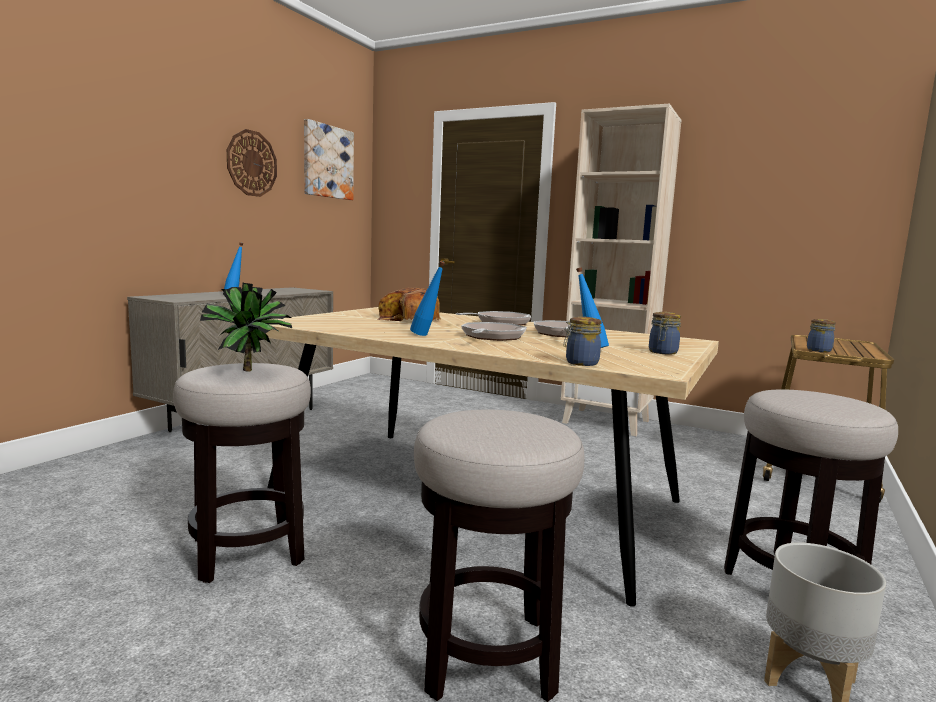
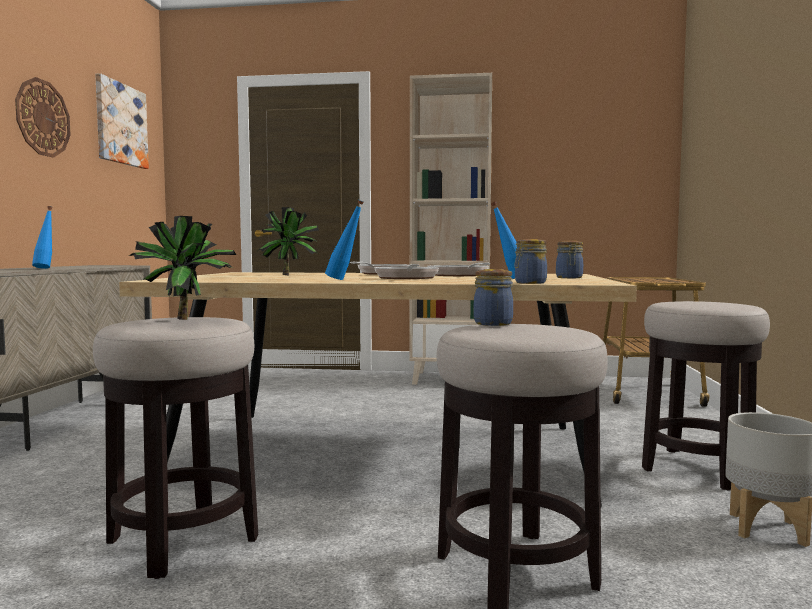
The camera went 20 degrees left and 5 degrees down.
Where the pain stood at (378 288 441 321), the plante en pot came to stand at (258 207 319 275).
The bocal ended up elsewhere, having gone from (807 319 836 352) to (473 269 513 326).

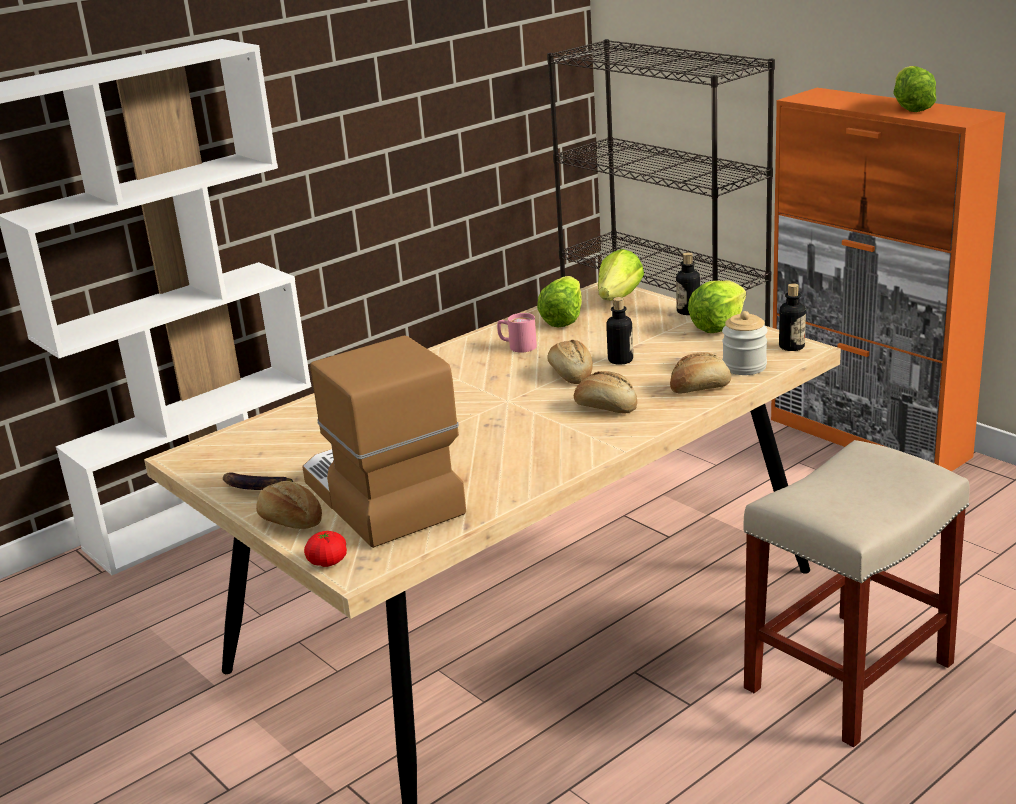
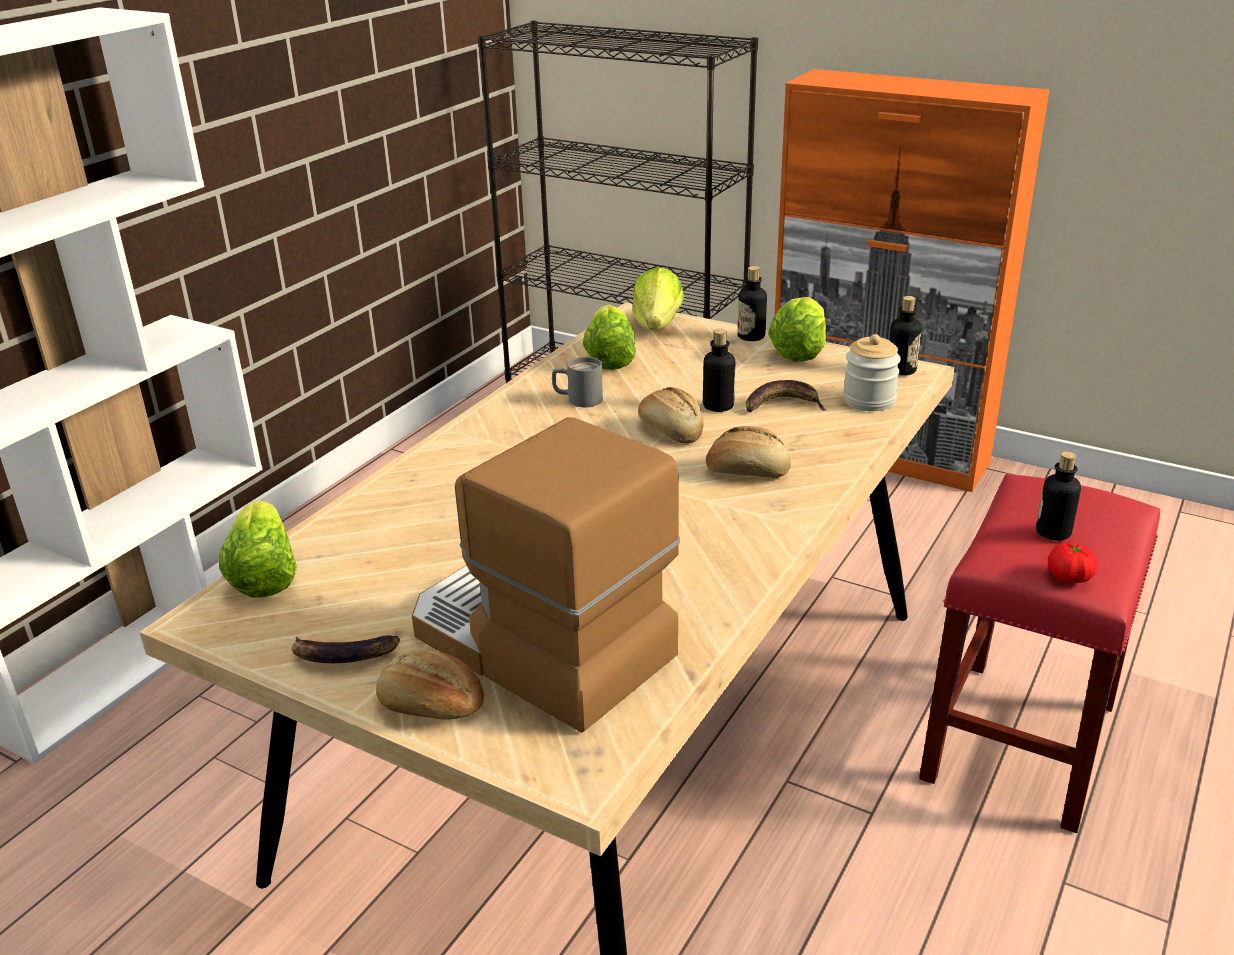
The camera went 20 degrees left and 5 degrees up.
The tomate ended up elsewhere, having gone from (304 531 347 567) to (1048 543 1097 583).
What was the mug/rose at (497 313 537 352) turned into the mug/gris at (552 357 603 407).
The second view lost the pain at (670 352 731 394).
What was the tabouret/beige at (743 440 970 747) turned into the tabouret/rouge at (919 474 1160 833).
The laitue ended up elsewhere, having gone from (893 66 936 112) to (219 500 297 598).
The second view gained the banane at (746 380 825 412).
The second view gained the bouteille at (1036 452 1081 541).

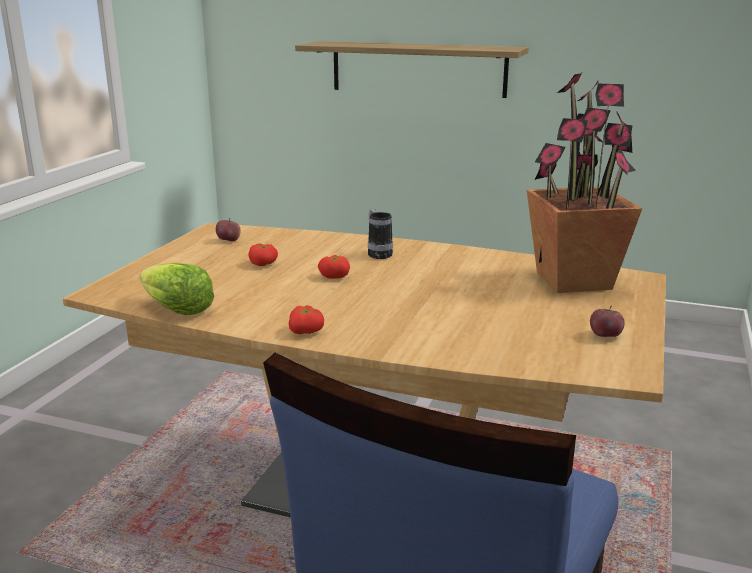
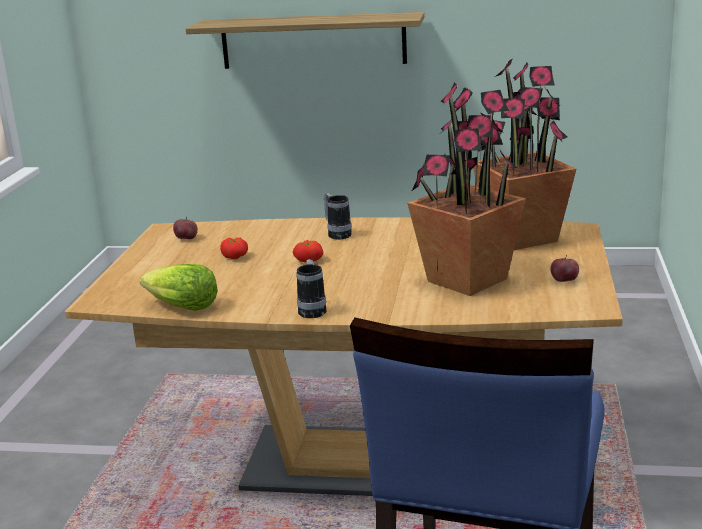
The camera went 10 degrees left and 0 degrees up.
Where the tomate stood at (289 305 324 334), the mug came to stand at (296 259 326 318).
The second view gained the plante en pot at (407 82 526 296).

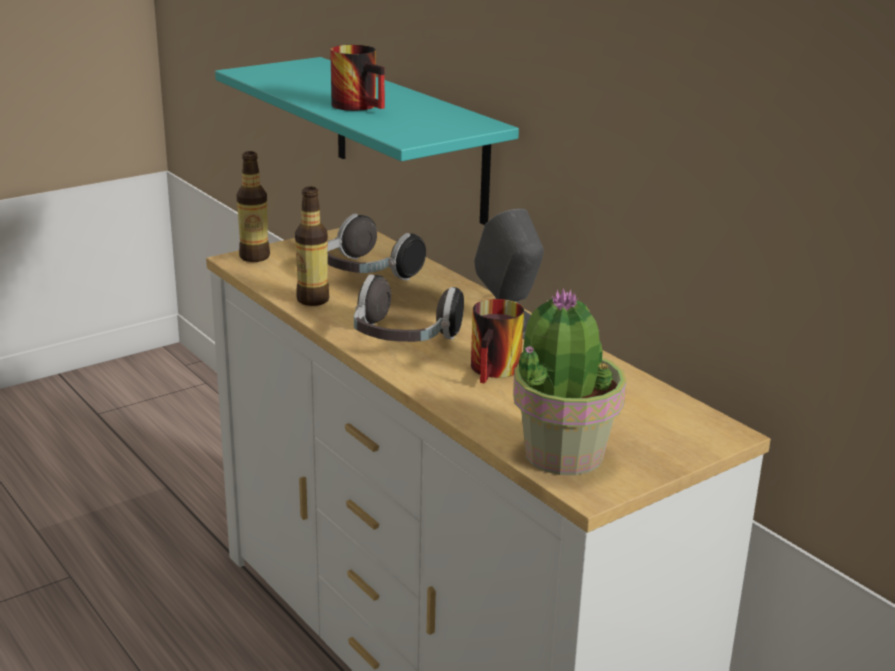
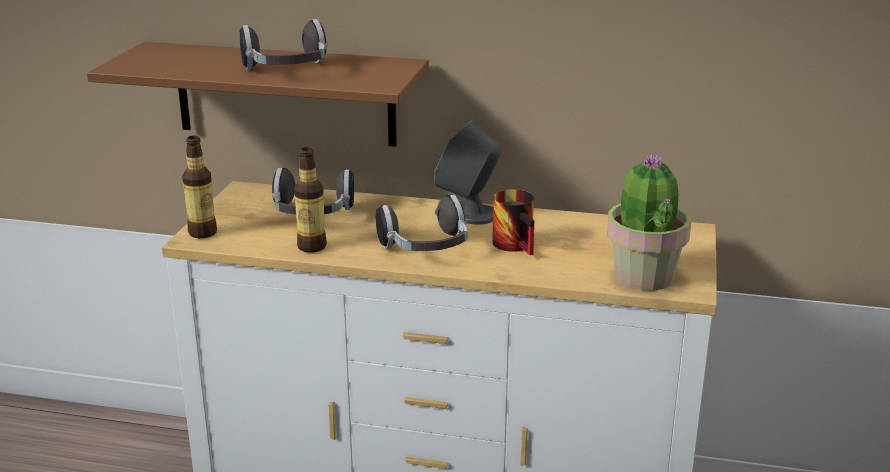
The camera went 40 degrees left and 0 degrees up.
What was the étagère/turquoise at (215 57 519 225) turned into the étagère/marron at (87 42 429 147).
Where the mug stood at (330 45 385 111), the casque audio came to stand at (239 19 327 70).

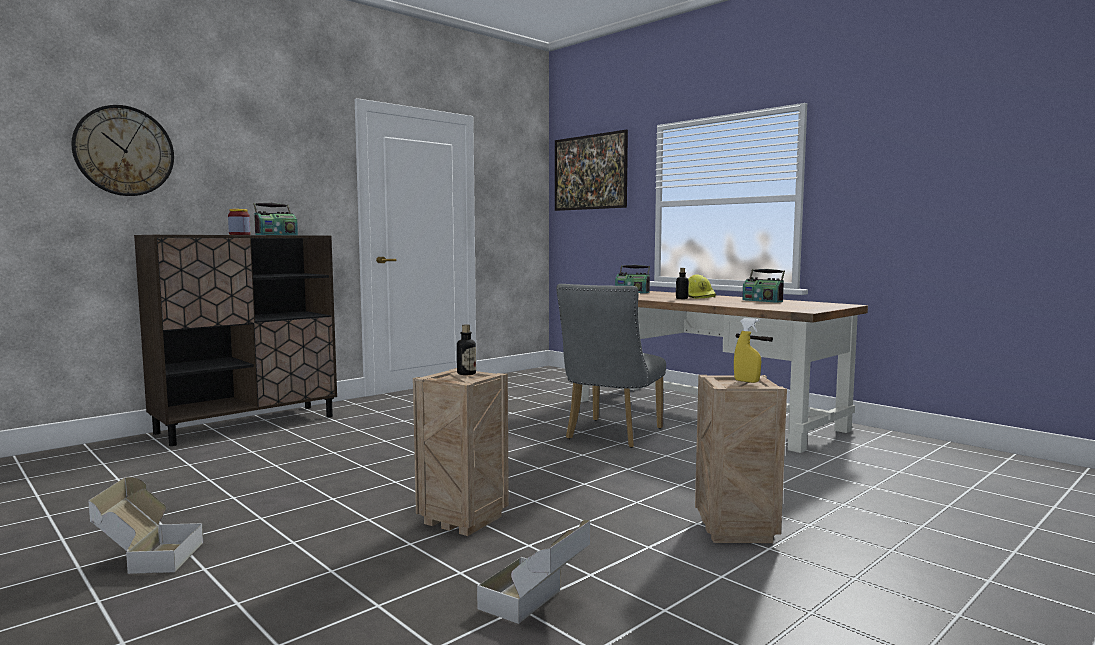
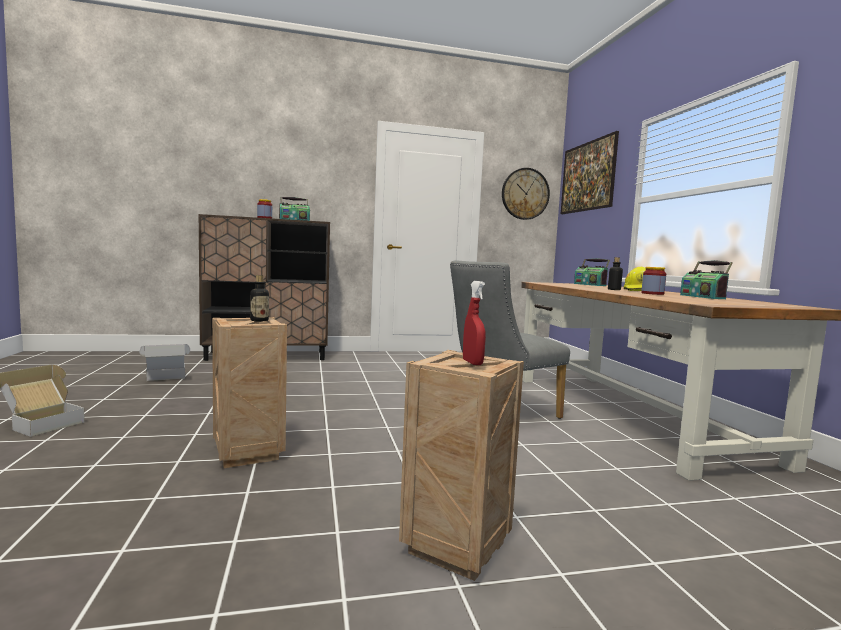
The camera went 30 degrees right and 0 degrees up.
The horloge murale ended up elsewhere, having gone from (71 105 174 196) to (502 168 550 220).
The carton ended up elsewhere, having gone from (477 520 590 624) to (139 344 190 381).
What was the vaporisateur/jaune at (734 318 761 383) turned into the vaporisateur/rouge at (463 281 486 365).
The second view gained the bocal at (641 267 666 295).

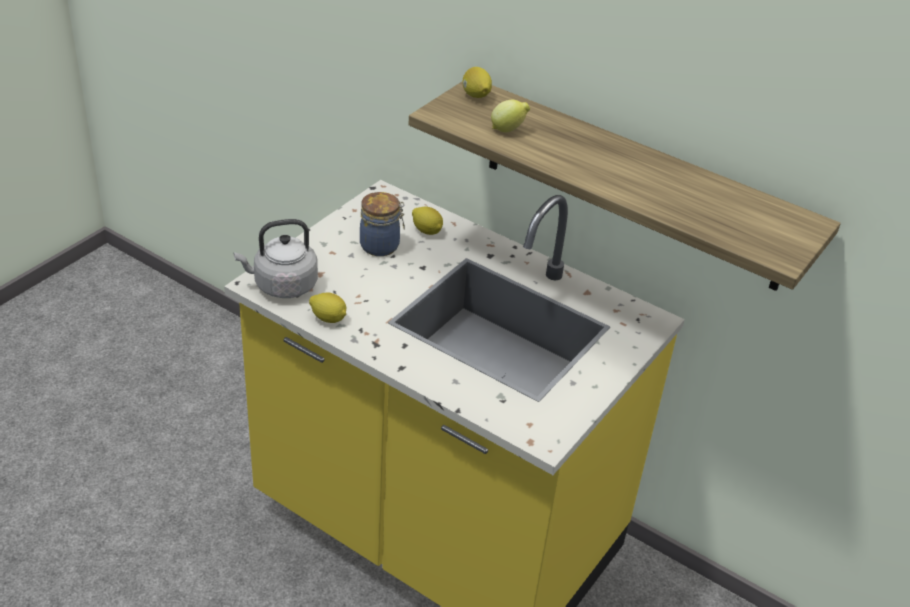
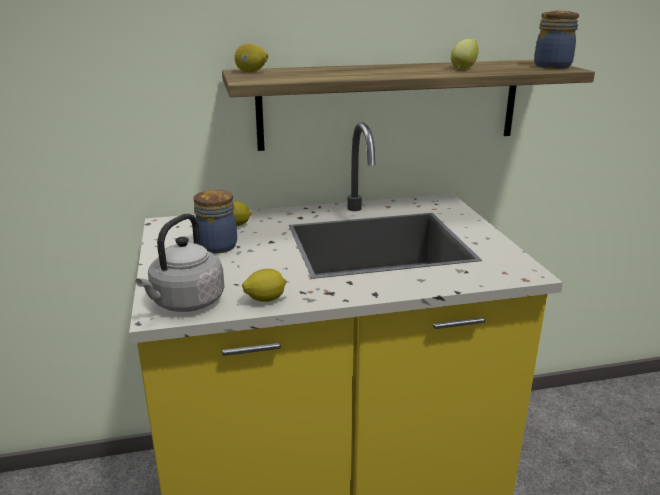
The camera went 45 degrees left and 15 degrees down.
The citron ended up elsewhere, having gone from (491 100 530 133) to (451 39 479 69).
The second view gained the bocal at (534 11 579 68).

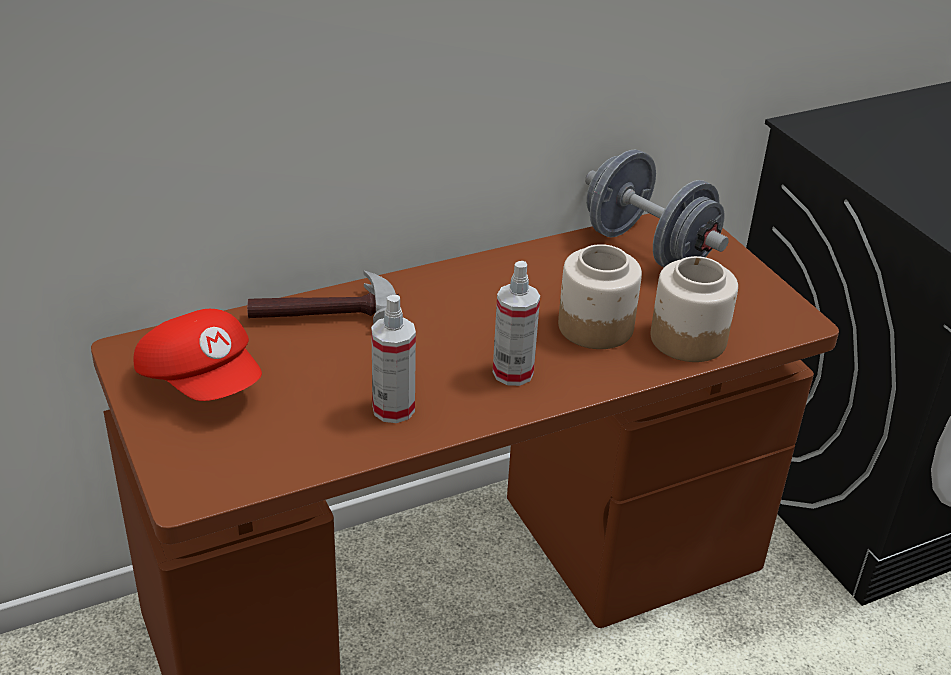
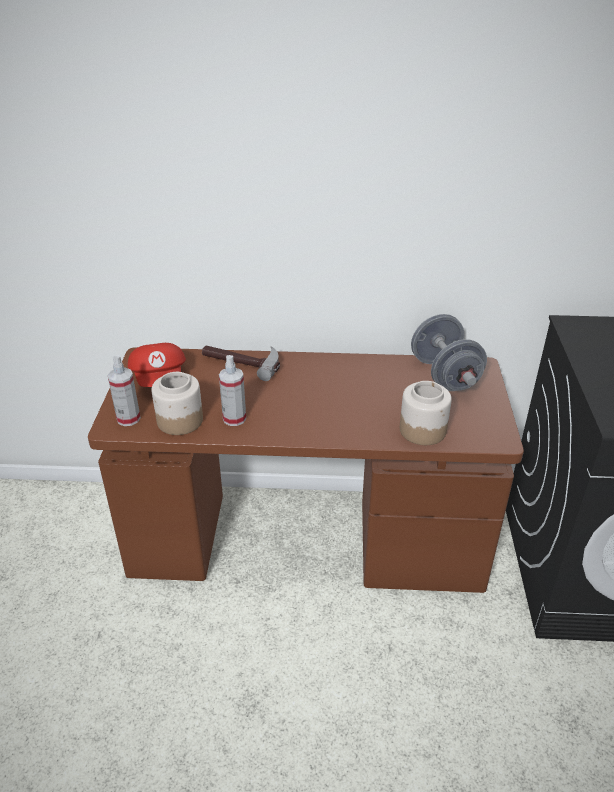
The camera went 30 degrees right and 0 degrees up.
The vaporisateur ended up elsewhere, having gone from (493 261 540 386) to (107 355 141 426).
The bocal ended up elsewhere, having gone from (558 244 642 349) to (151 372 203 435).

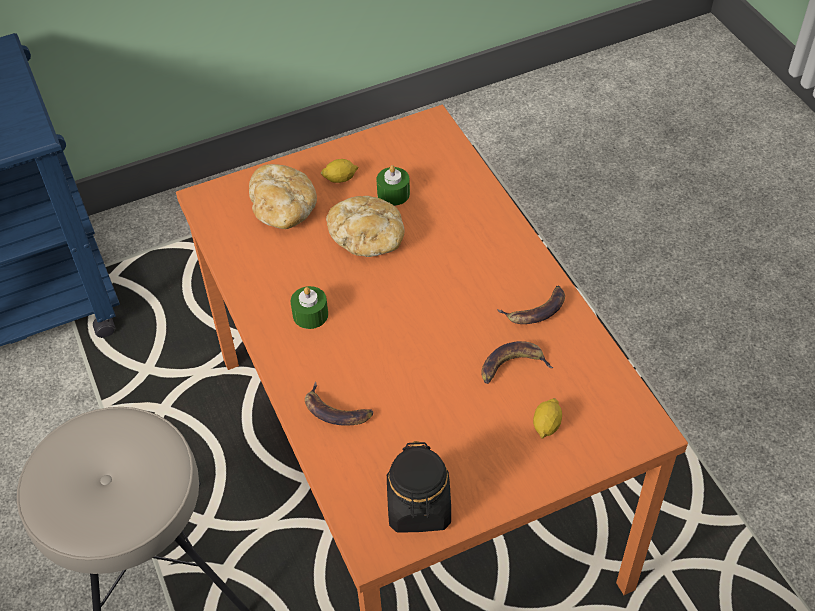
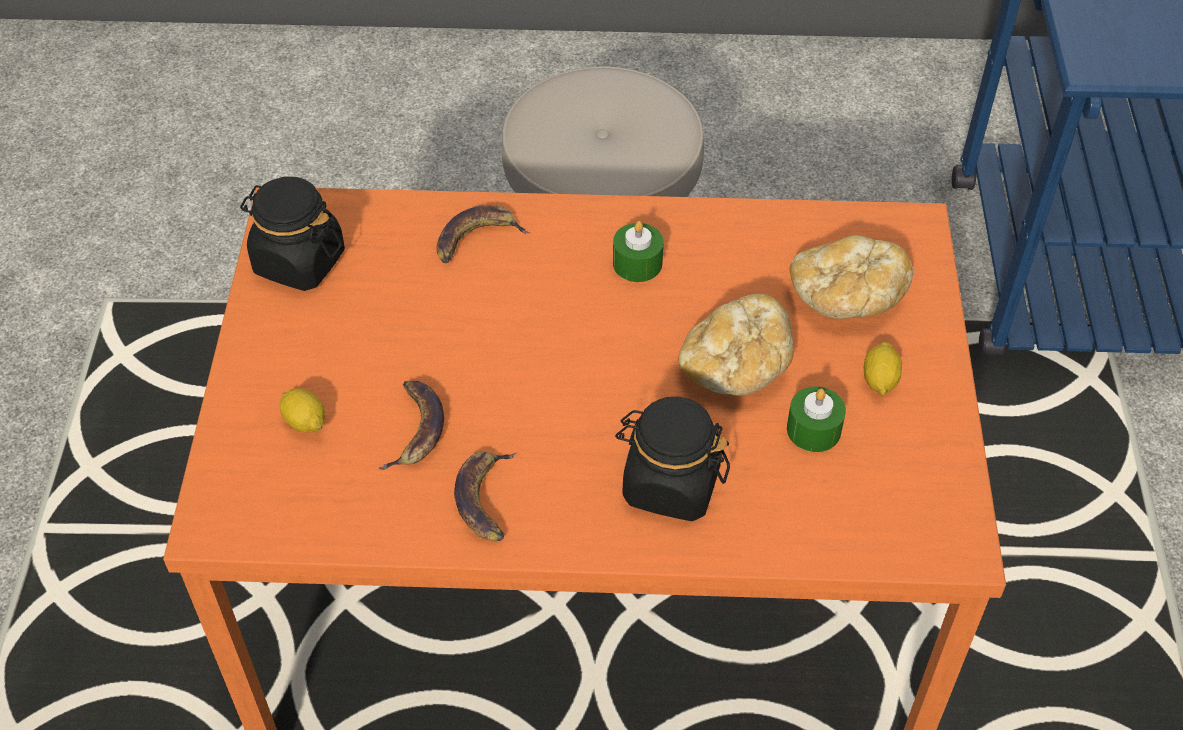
The camera went 115 degrees right and 0 degrees up.
The second view gained the bocal/noir at (615 397 730 521).

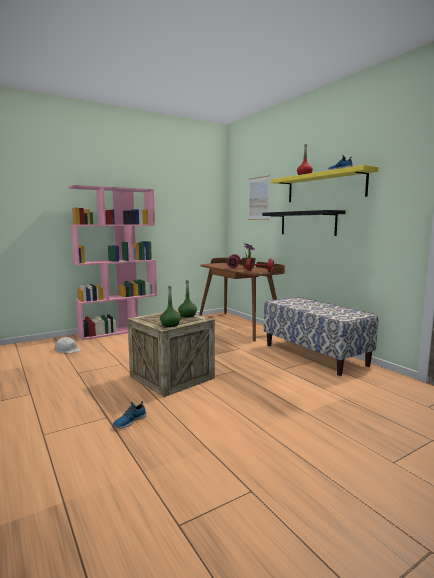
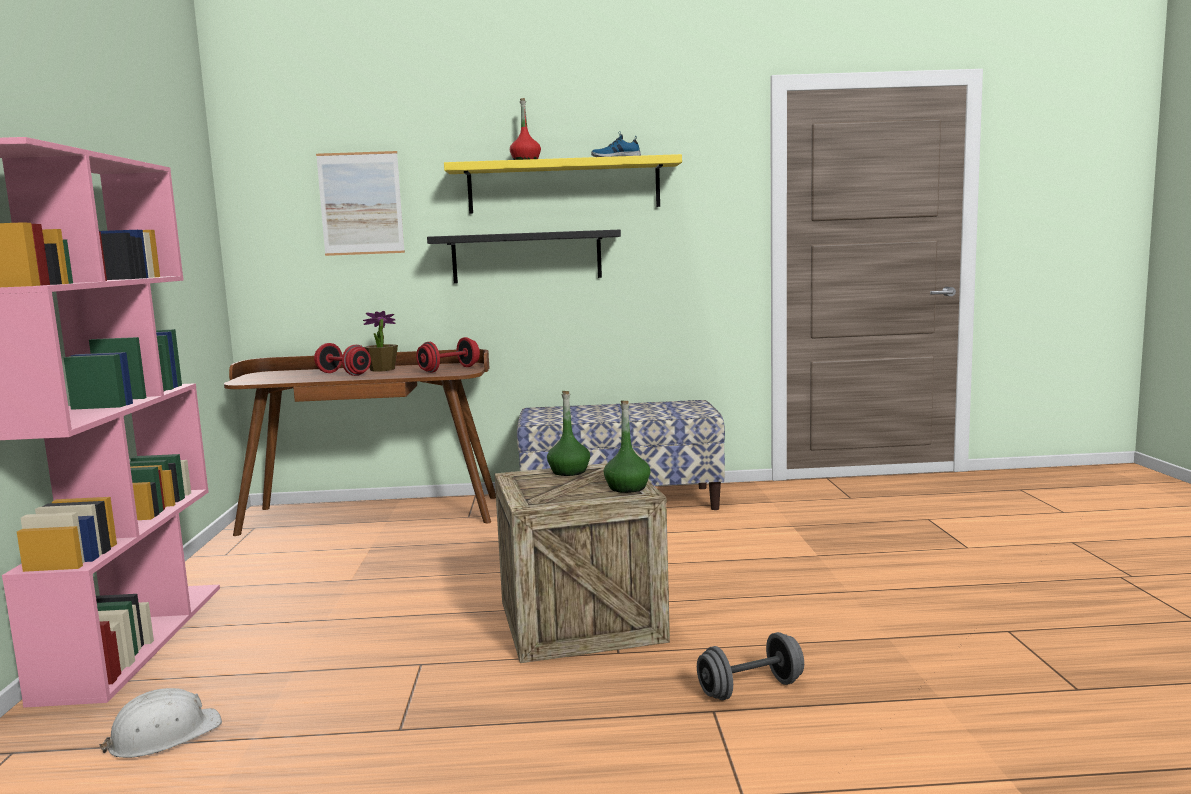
The camera went 60 degrees left and 0 degrees up.
Where the chaussure stood at (112 401 147 428), the haltère/gris came to stand at (697 632 804 700).

